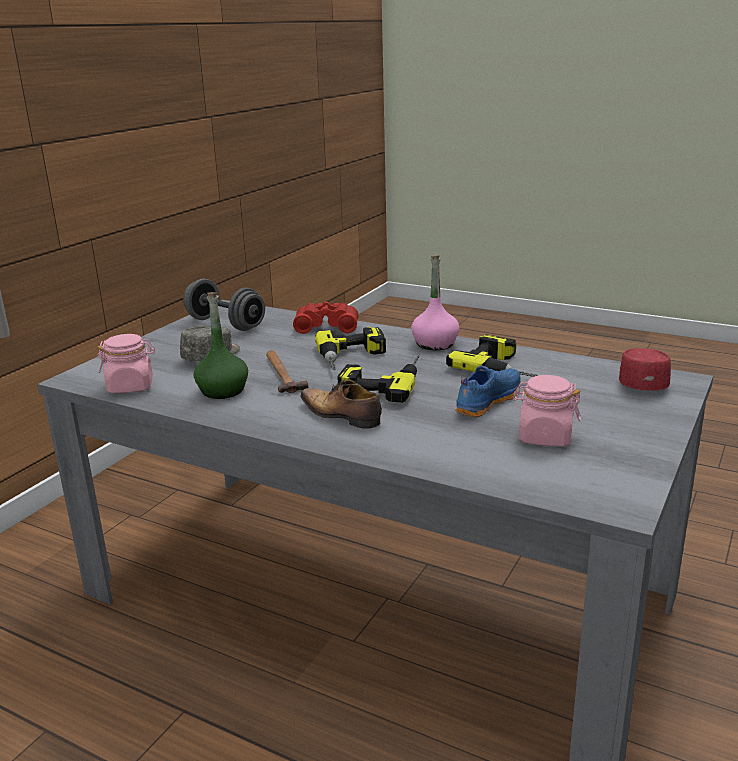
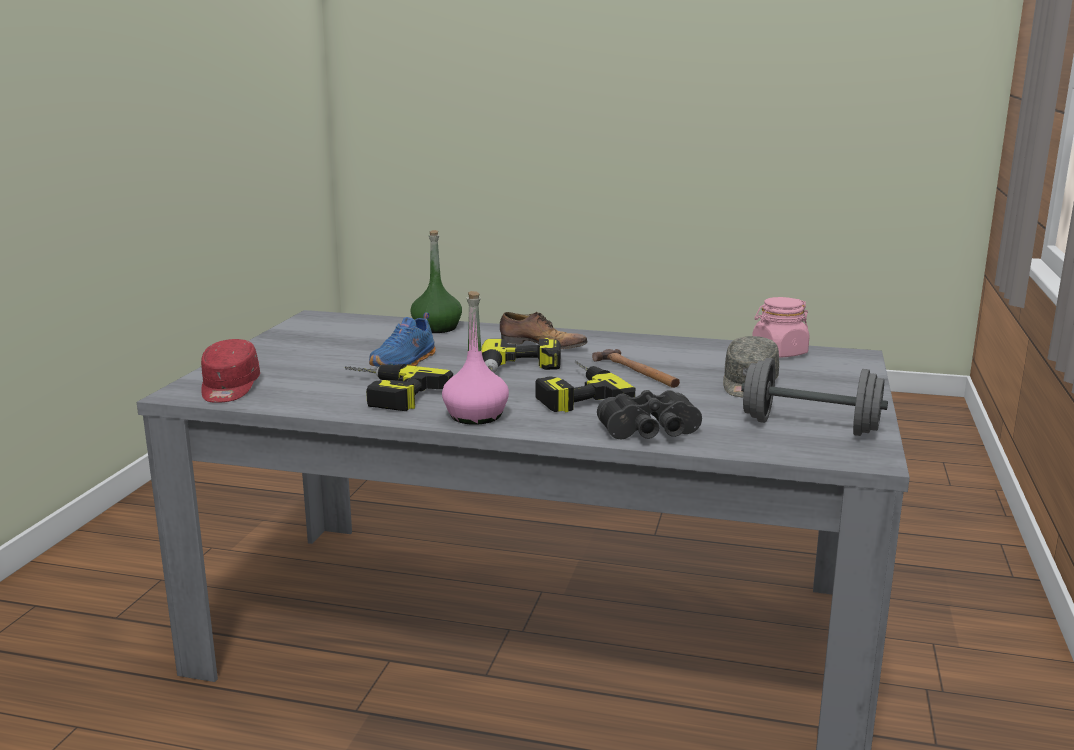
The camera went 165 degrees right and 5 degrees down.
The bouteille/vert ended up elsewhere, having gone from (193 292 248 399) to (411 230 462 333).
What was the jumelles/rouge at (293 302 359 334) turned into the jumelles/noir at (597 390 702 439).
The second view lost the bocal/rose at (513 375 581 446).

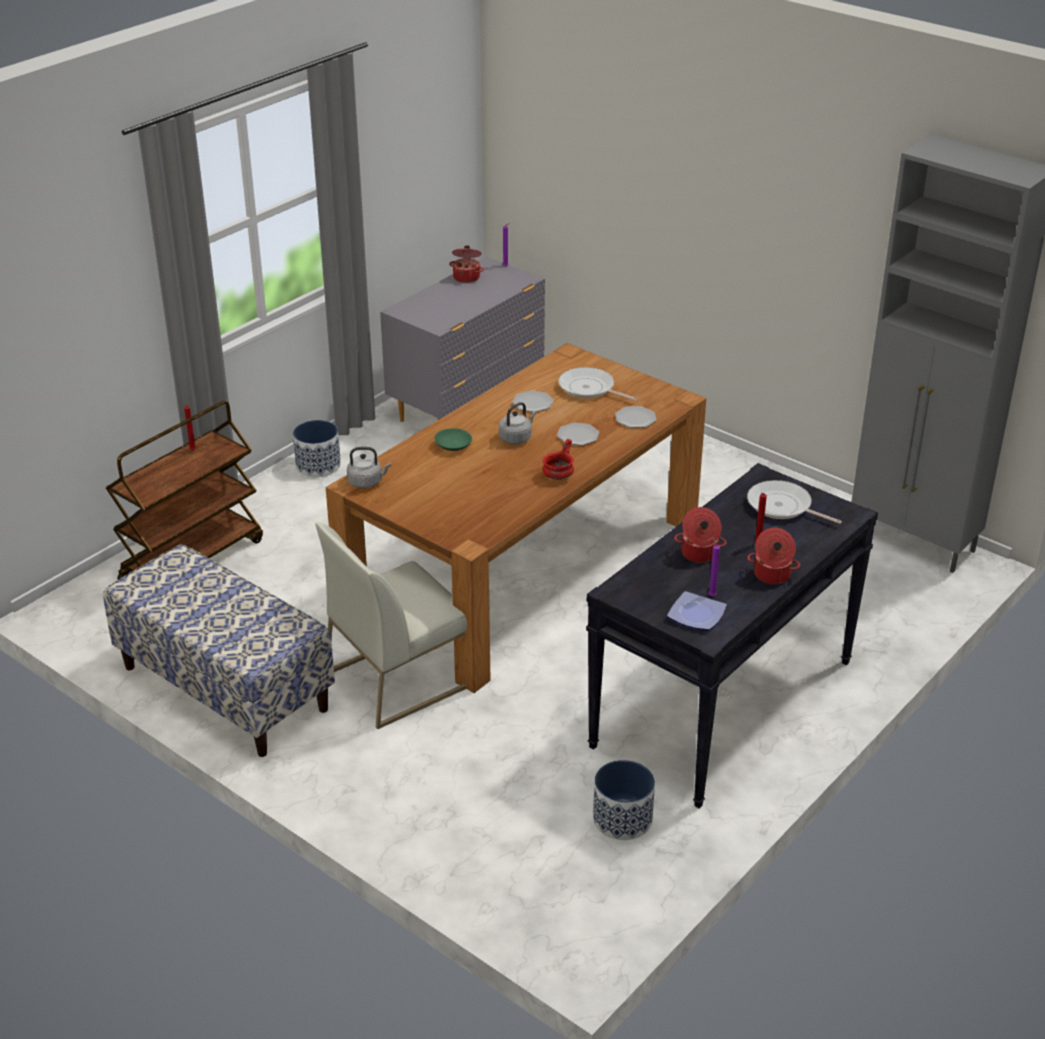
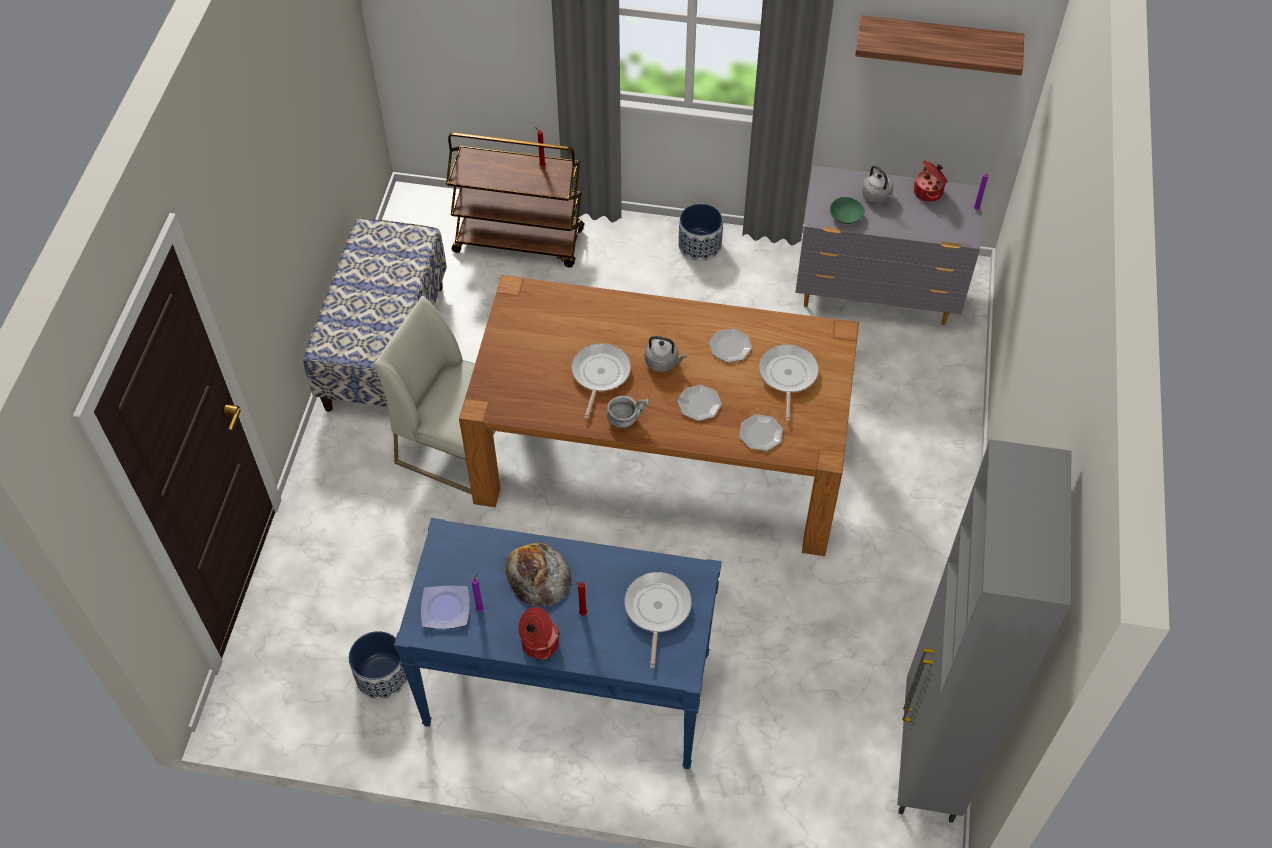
The camera went 60 degrees right and 20 degrees up.
The bouilloire/gris ended up elsewhere, having gone from (347 447 391 488) to (862 165 894 204).
The bol/vert ended up elsewhere, having gone from (434 428 472 451) to (830 197 865 224).
What was the bol/rouge at (542 439 574 480) turned into the bol/gris at (607 396 649 428).
What was the table console/noir at (586 463 878 808) turned into the table console/bleu at (394 518 722 769).
Where the marmite stood at (674 507 727 563), the pain came to stand at (506 543 572 607).
The second view gained the poêle at (572 343 631 419).
The second view gained the étagère at (855 15 1024 75).

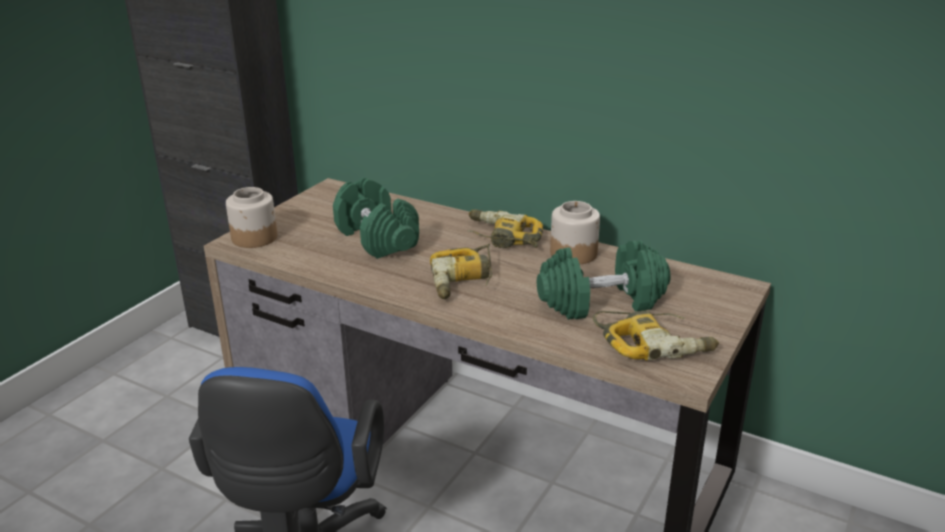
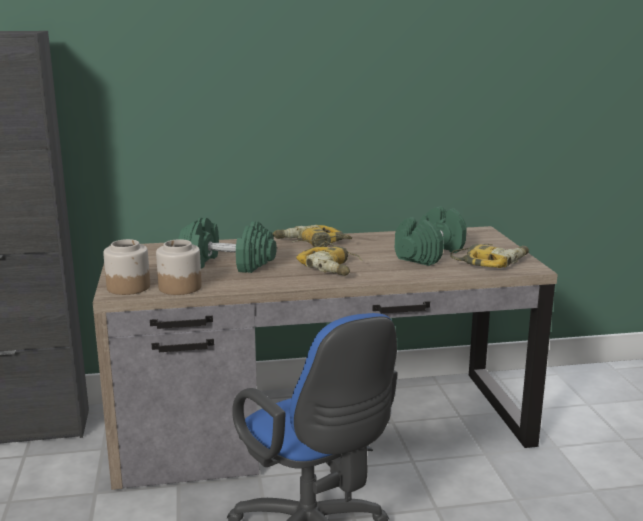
The camera went 40 degrees left and 10 degrees down.
The bocal ended up elsewhere, having gone from (550 201 600 264) to (156 239 202 295).

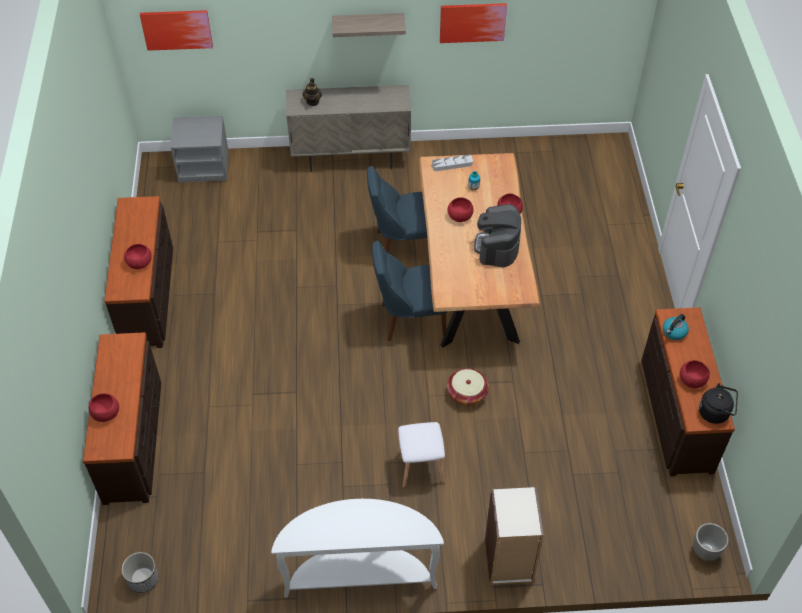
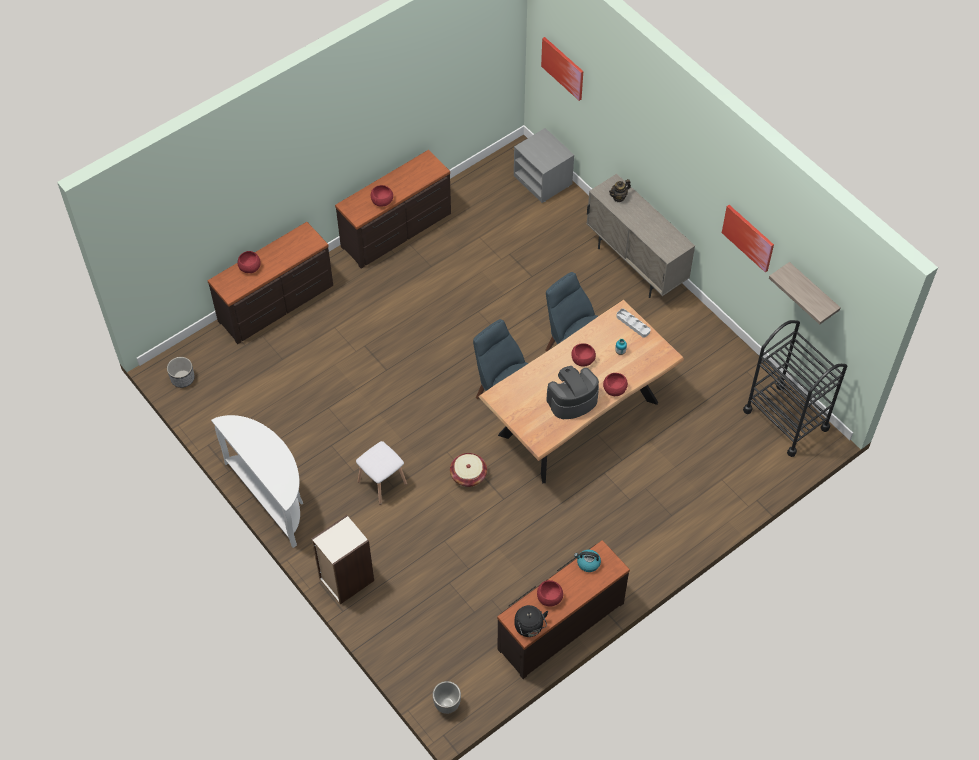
The camera went 55 degrees right and 5 degrees up.
The étagère ended up elsewhere, having gone from (332 13 406 37) to (769 262 841 325).
The second view gained the chariot/noir at (743 320 847 457).

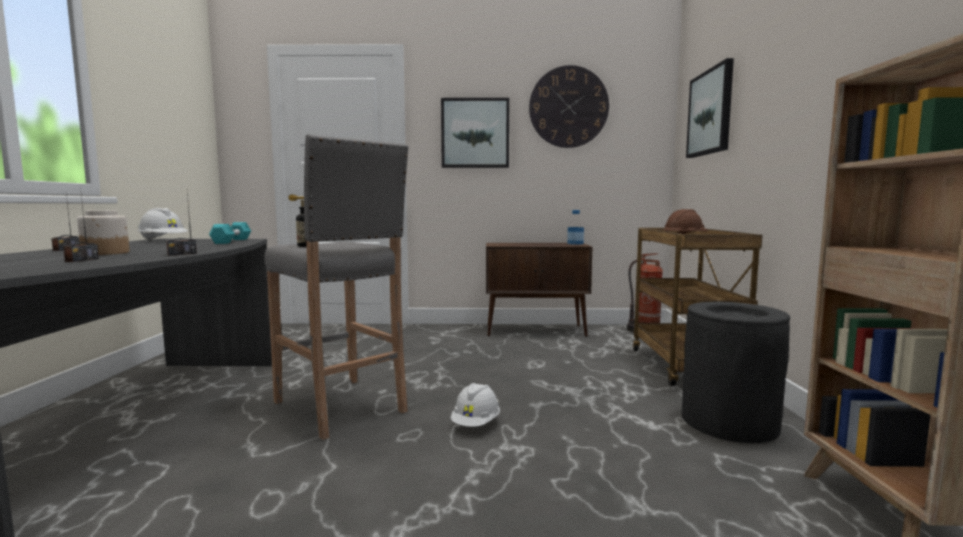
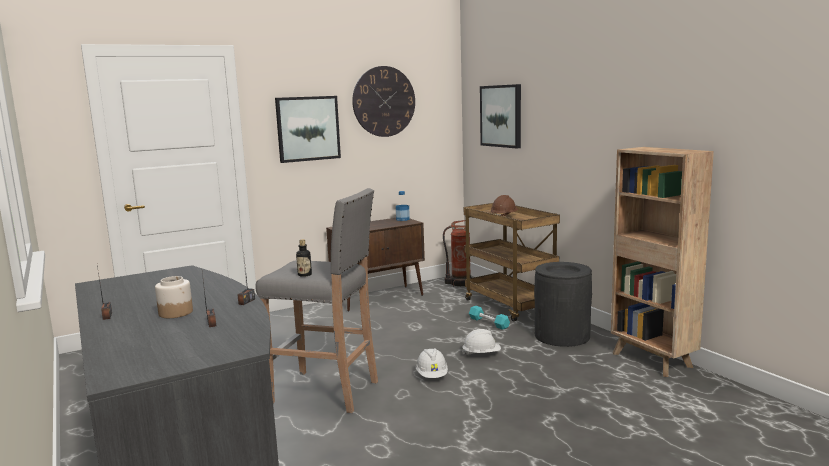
The camera went 30 degrees left and 5 degrees up.
The casque de chantier/blanc ended up elsewhere, having gone from (138 208 188 241) to (462 329 501 356).
The haltère/turquoise ended up elsewhere, having gone from (209 222 251 244) to (469 306 510 330).

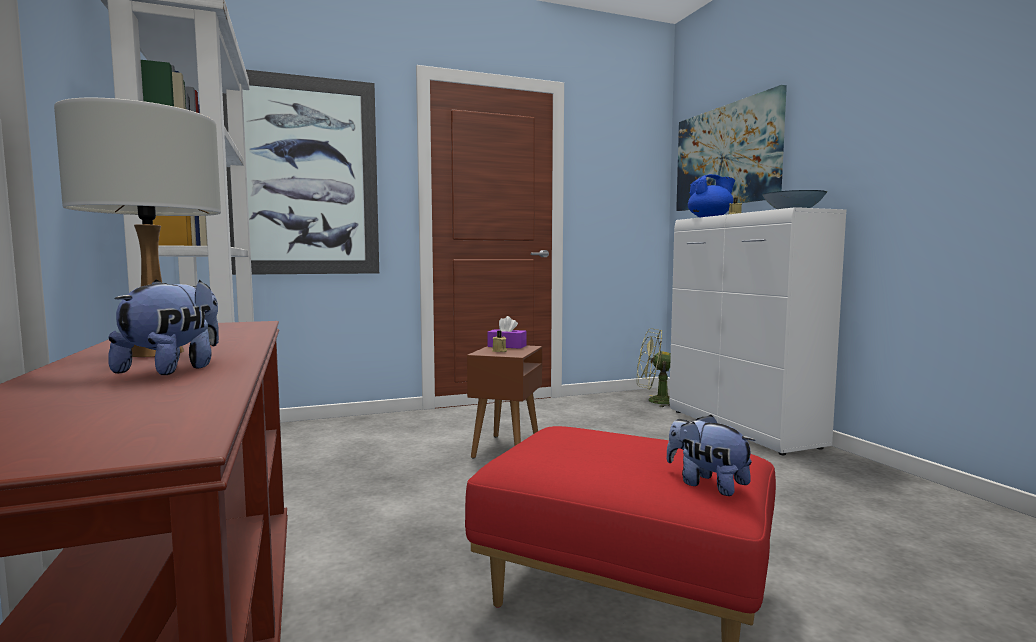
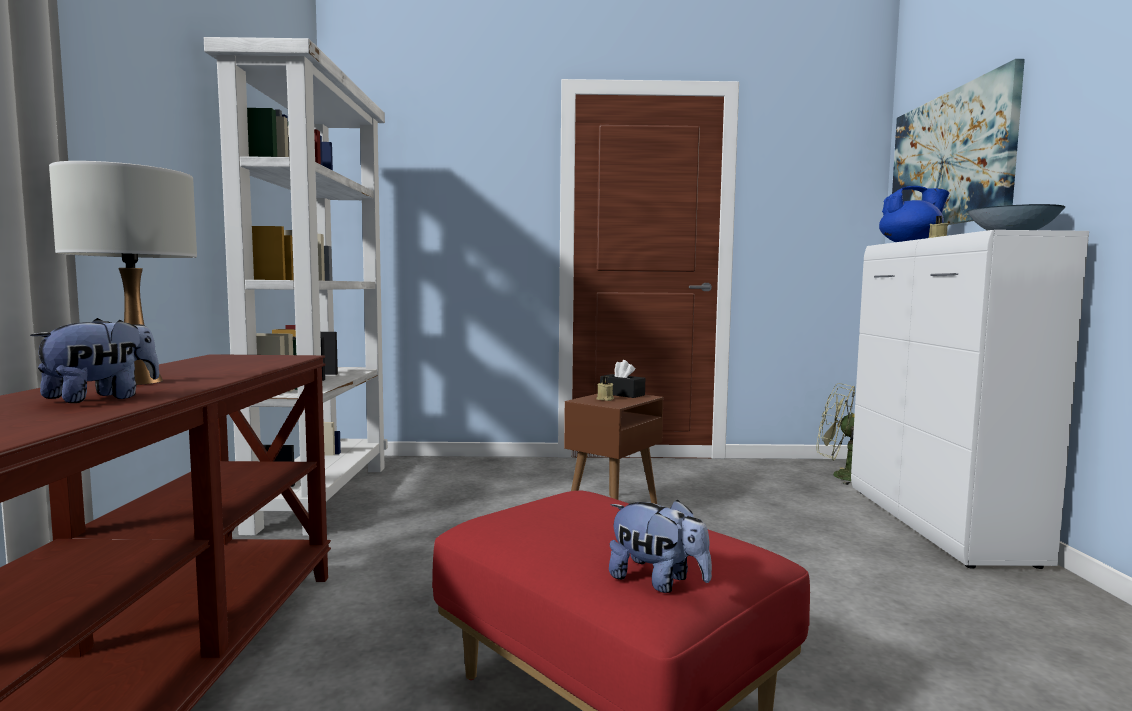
The camera went 20 degrees right and 0 degrees up.
The second view lost the tableau at (222 70 379 275).
What was the boîte à mouchoirs/violet at (487 316 527 349) turned into the boîte à mouchoirs/noir at (600 360 645 398).
The peluche at (666 415 756 496) ended up facing another way, 150 degrees clockwise from before.

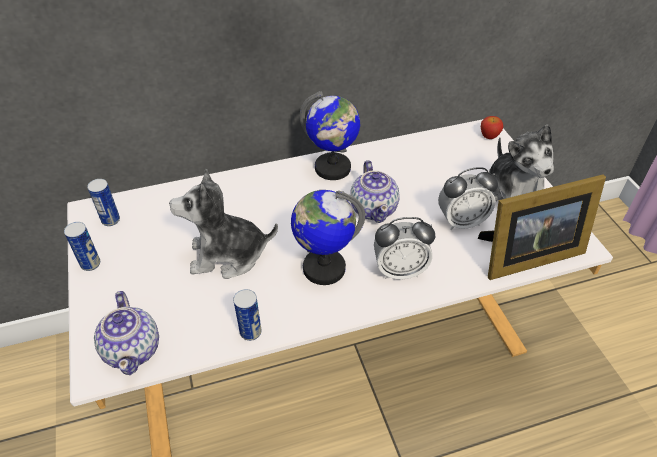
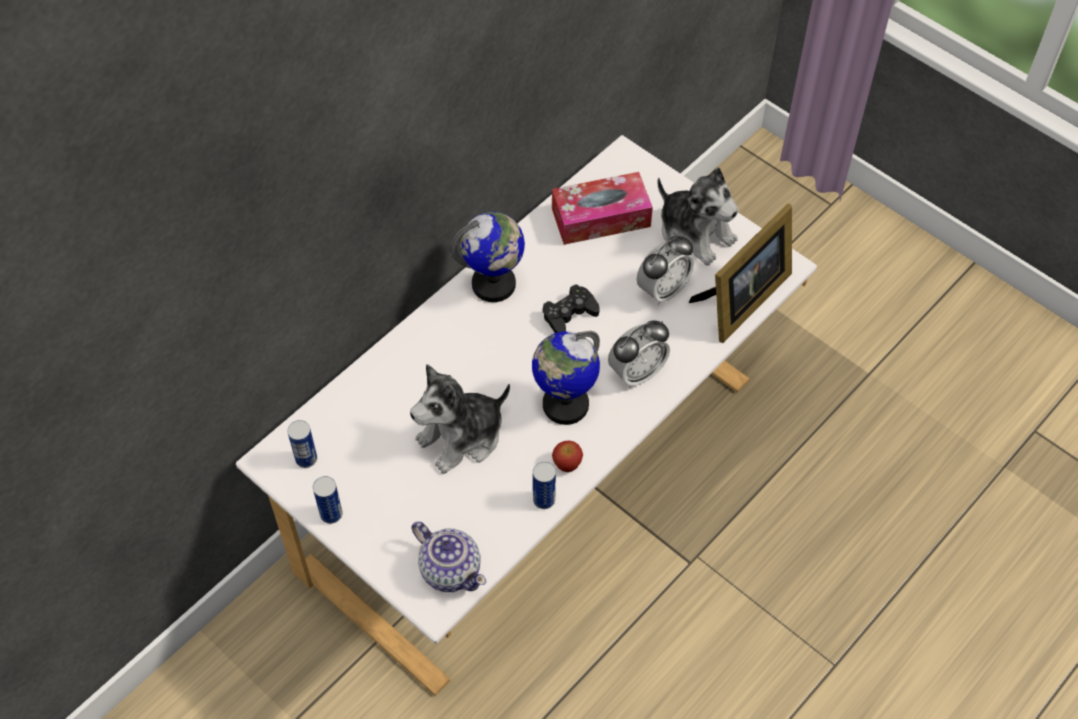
The camera went 30 degrees left and 10 degrees up.
Where the théière stood at (350 160 400 223), the manette/noir came to stand at (543 284 600 333).
The pomme ended up elsewhere, having gone from (481 116 503 139) to (552 440 583 472).
The second view gained the boîte à mouchoirs at (552 172 653 245).

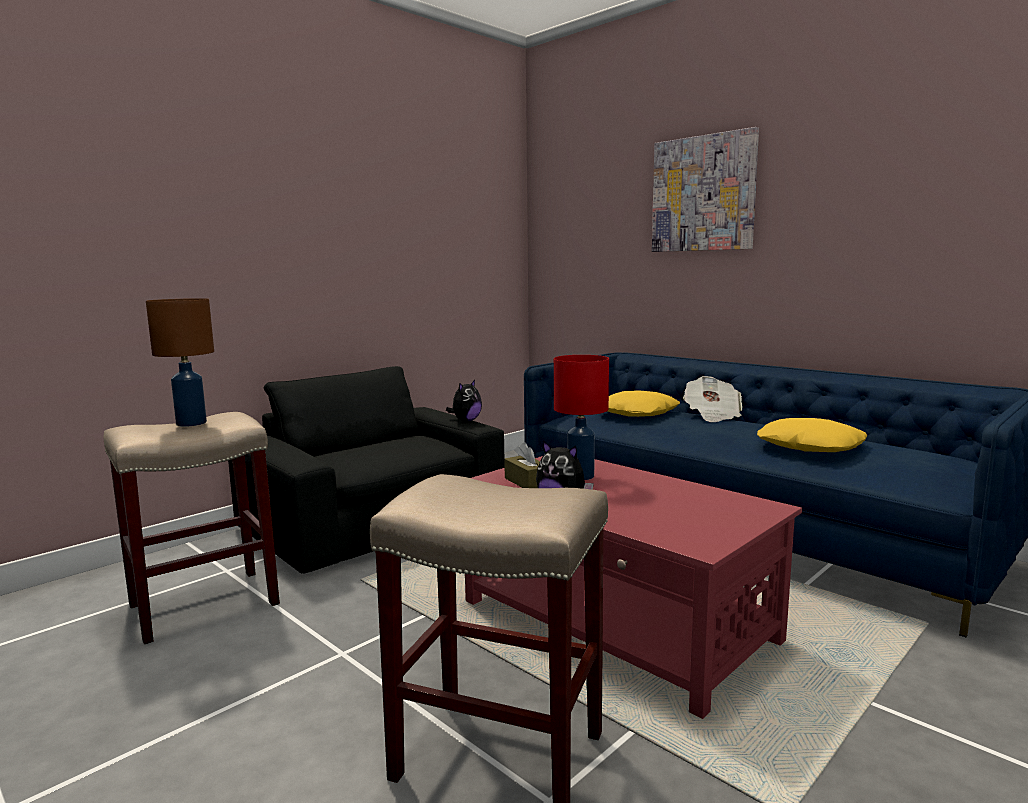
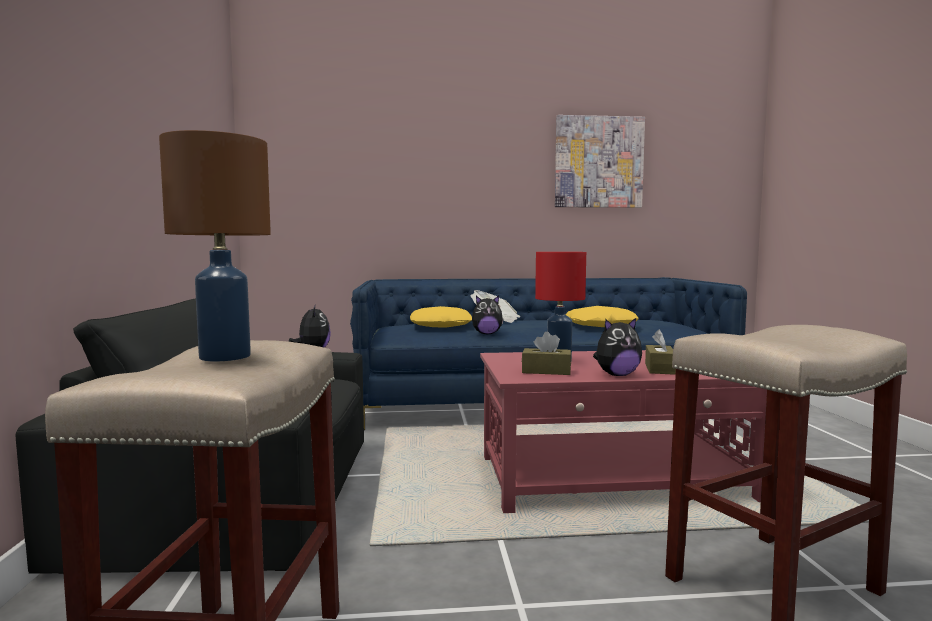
The camera went 50 degrees left and 5 degrees down.
The tableau ended up elsewhere, having gone from (652 127 759 252) to (555 115 645 208).
The second view gained the peluche at (472 296 504 335).
The second view gained the boîte à mouchoirs/marron at (645 330 676 375).

